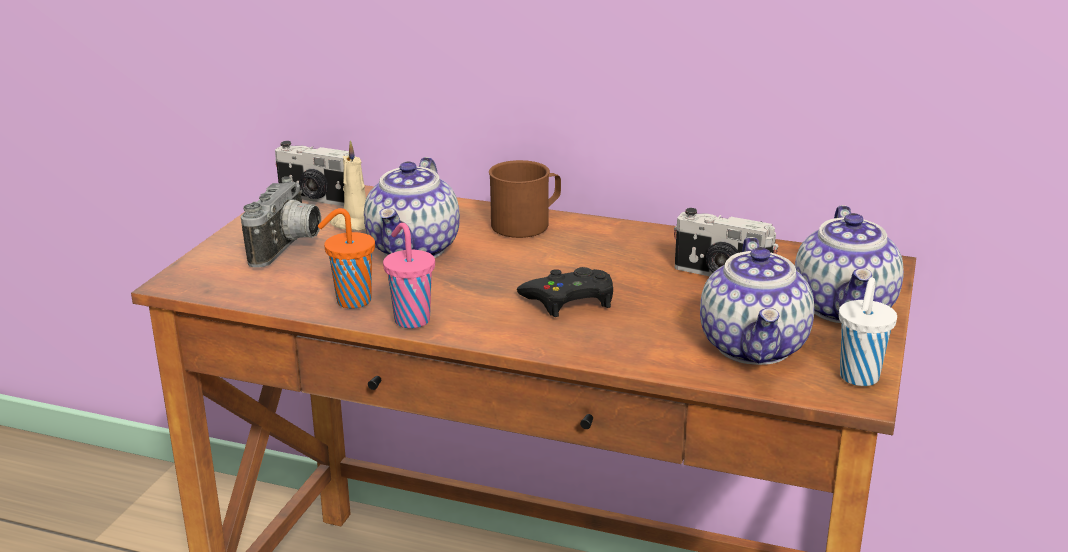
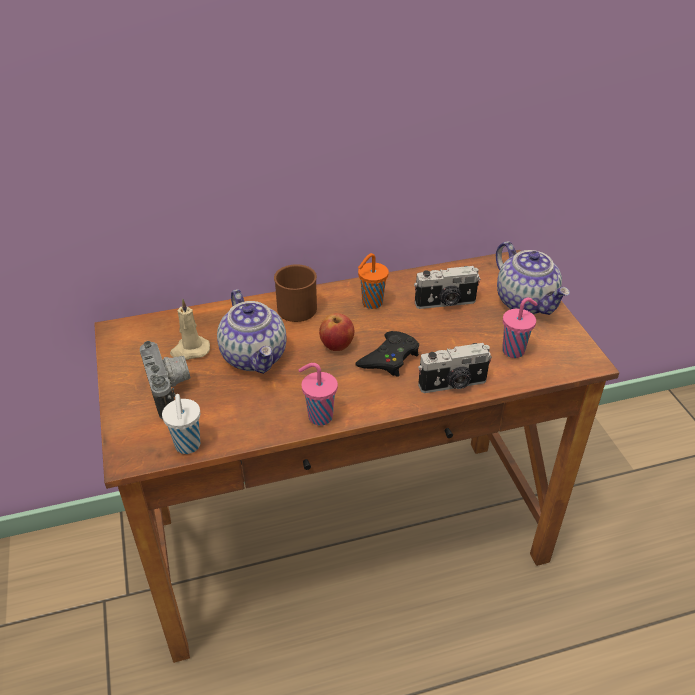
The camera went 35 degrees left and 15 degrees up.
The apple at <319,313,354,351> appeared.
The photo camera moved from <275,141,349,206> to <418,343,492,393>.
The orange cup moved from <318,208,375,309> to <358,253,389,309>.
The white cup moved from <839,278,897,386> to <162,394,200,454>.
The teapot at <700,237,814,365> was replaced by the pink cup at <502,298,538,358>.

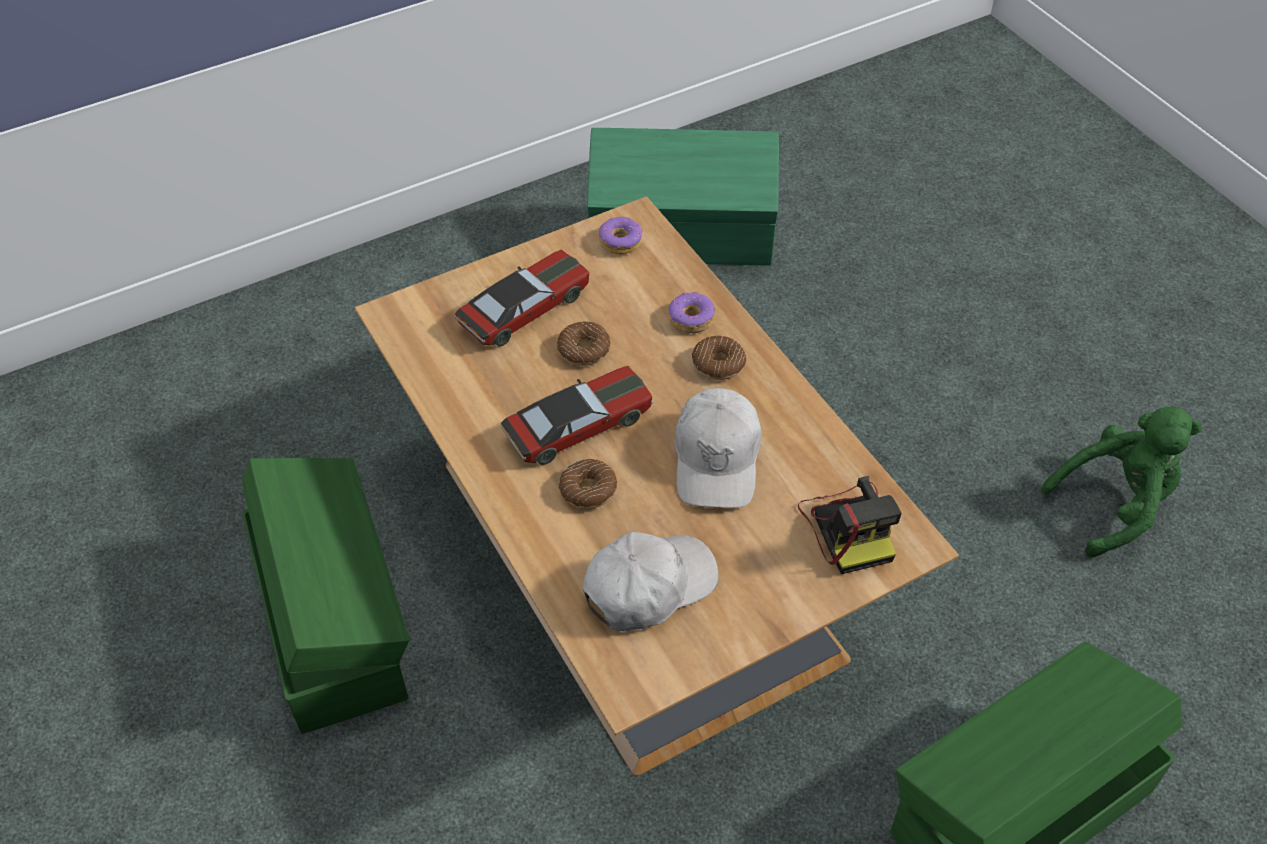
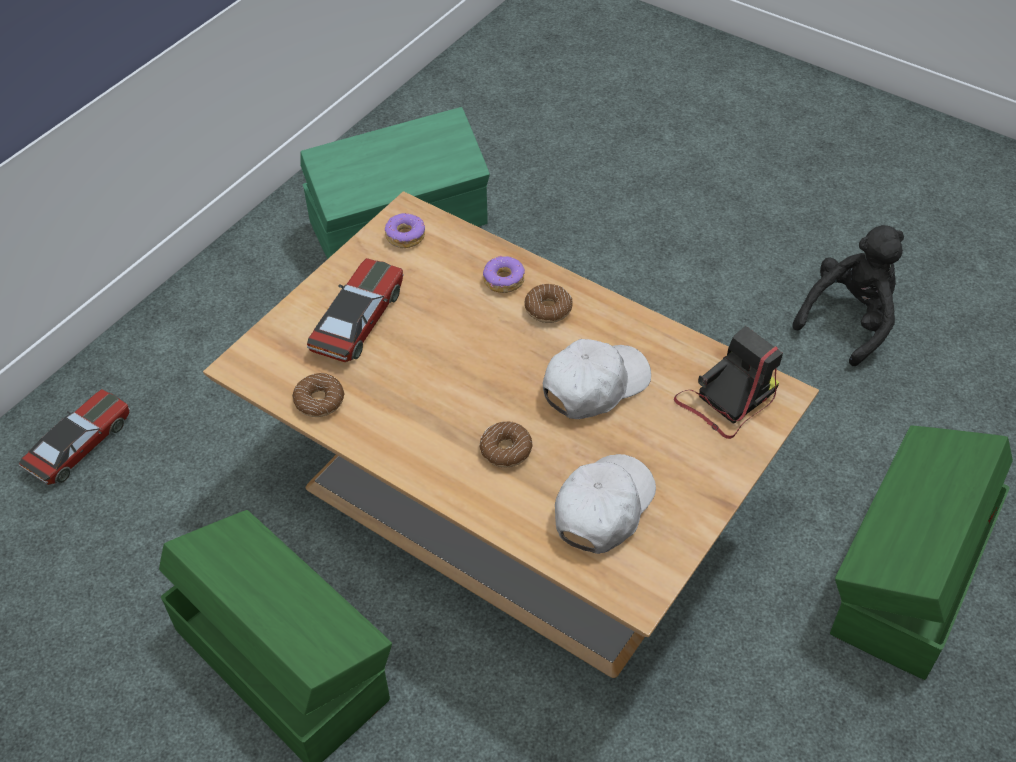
The camera went 25 degrees left and 0 degrees up.
The toy car moved from <501,366,653,465> to <19,389,130,485>.
The donut moved from <557,321,610,366> to <292,373,345,417>.
The green plush toy at <1041,407,1202,557> became the black plush toy at <793,225,904,366>.
The white cap at <674,388,762,508> turned 105 degrees counterclockwise.
The photo camera at <798,476,902,574> turned 90 degrees counterclockwise.

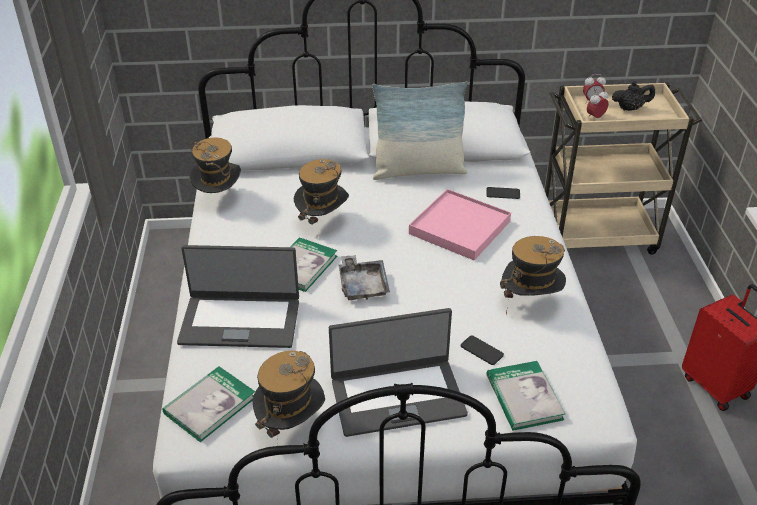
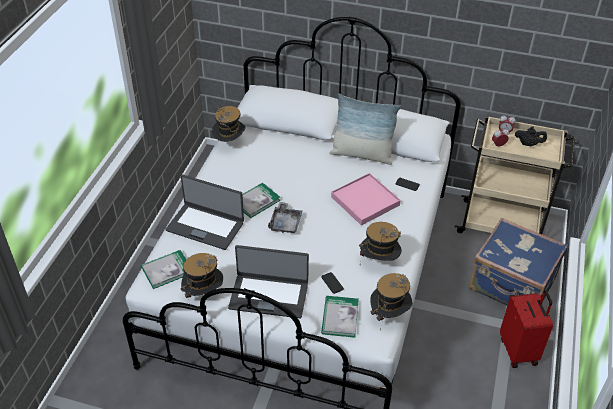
The camera went 20 degrees right and 5 degrees up.
The blue suitcase at <469,217,568,305> appeared.
The hat moved from <294,159,349,225> to <370,273,413,331>.

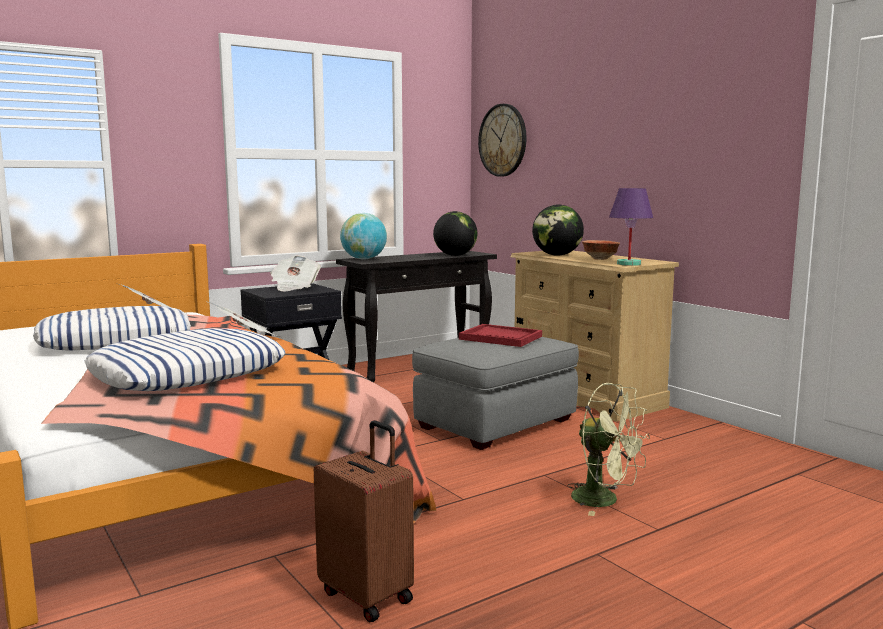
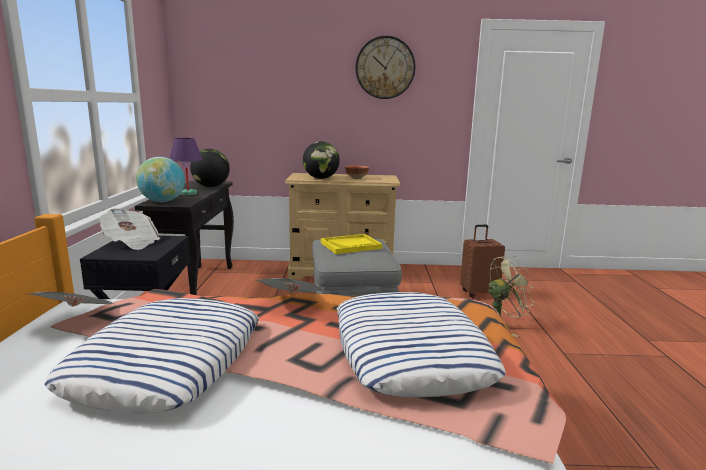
The camera went 55 degrees left and 5 degrees up.
The brown suitcase moved from <314,420,414,622> to <460,225,505,298>.
The wall clock moved from <478,104,526,177> to <356,36,415,99>.
The purple table lamp moved from <609,188,653,266> to <169,138,202,195>.
The red tray at <459,324,542,347> became the yellow tray at <321,234,382,254>.

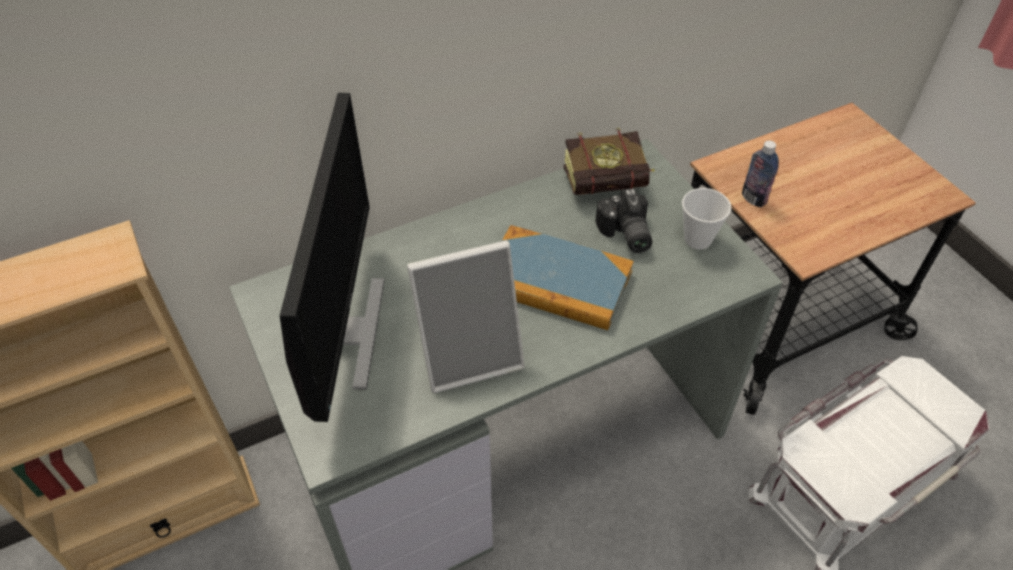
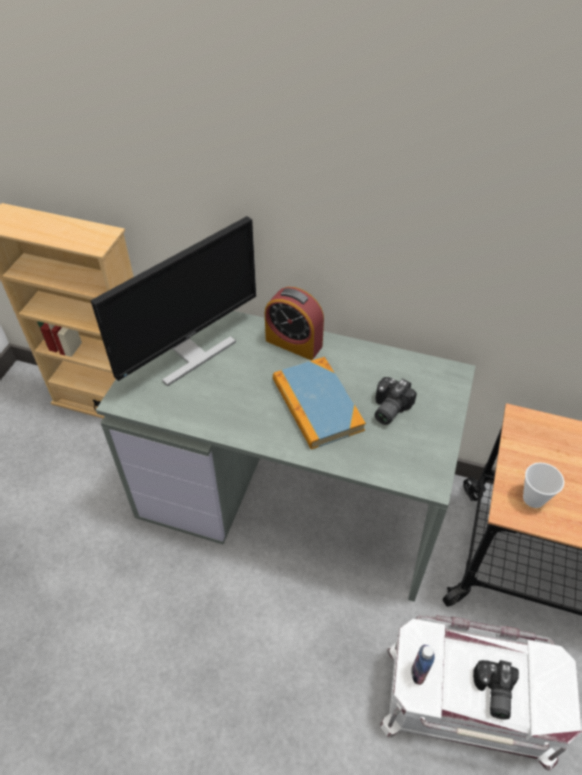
The camera went 45 degrees right and 0 degrees up.
The picture frame at <407,240,525,393> disappeared.
The book at <564,128,655,195> disappeared.
The alarm clock at <265,287,324,360> appeared.
The photo camera at <473,660,519,719> appeared.
The cup moved from <682,188,731,250> to <523,462,564,508>.
The bottle moved from <742,141,779,207> to <411,645,435,685>.

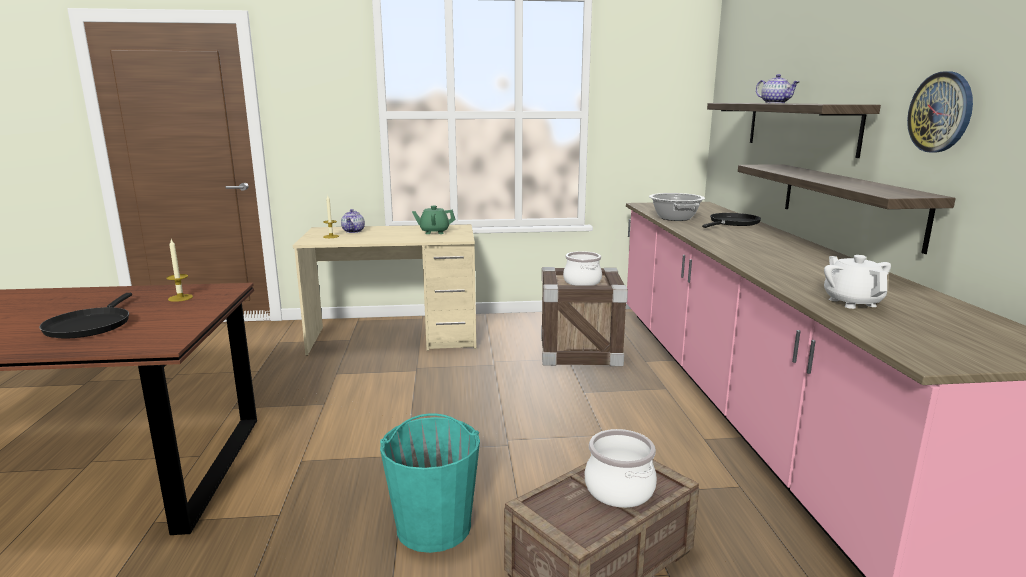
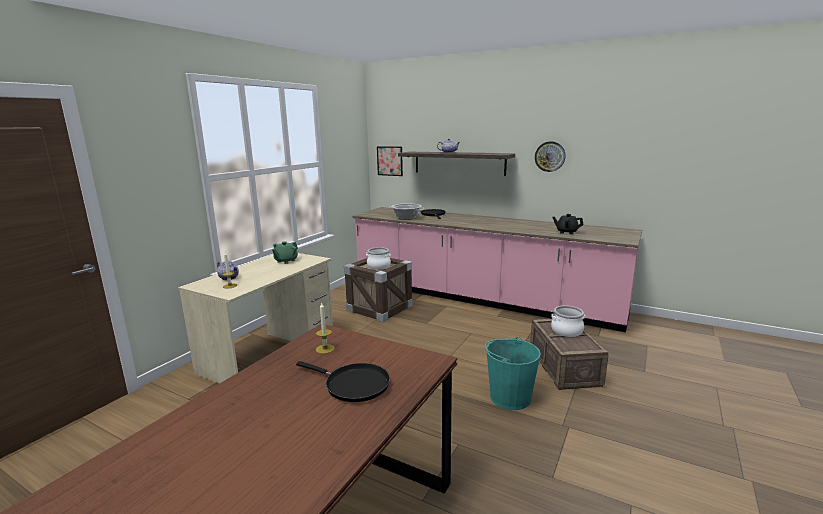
The camera went 55 degrees left and 0 degrees up.
The shelf at <738,164,956,254> disappeared.
The picture at <377,146,403,176> appeared.
The white teapot at <824,255,891,309> became the black teapot at <552,214,584,234>.

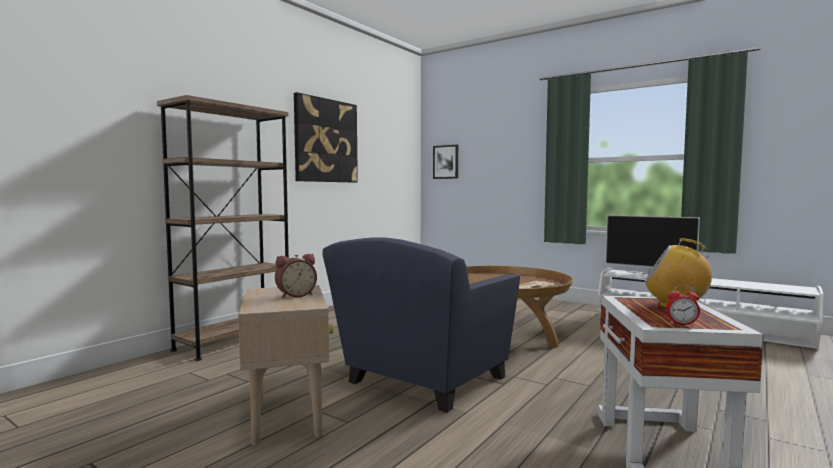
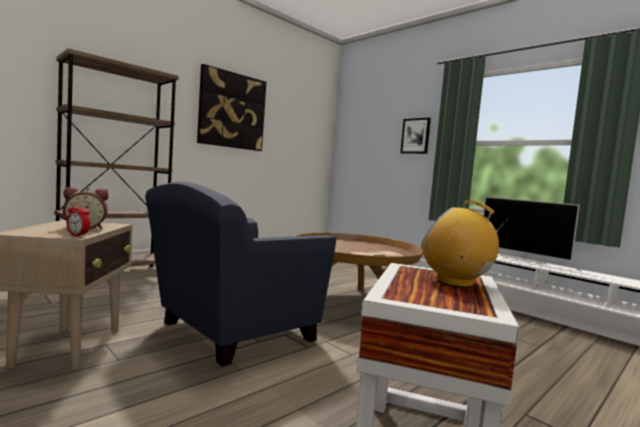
The camera went 10 degrees right and 0 degrees up.
The picture moved from <433,145,458,179> to <400,117,431,154>.
The alarm clock moved from <666,285,700,326> to <66,202,90,237>.

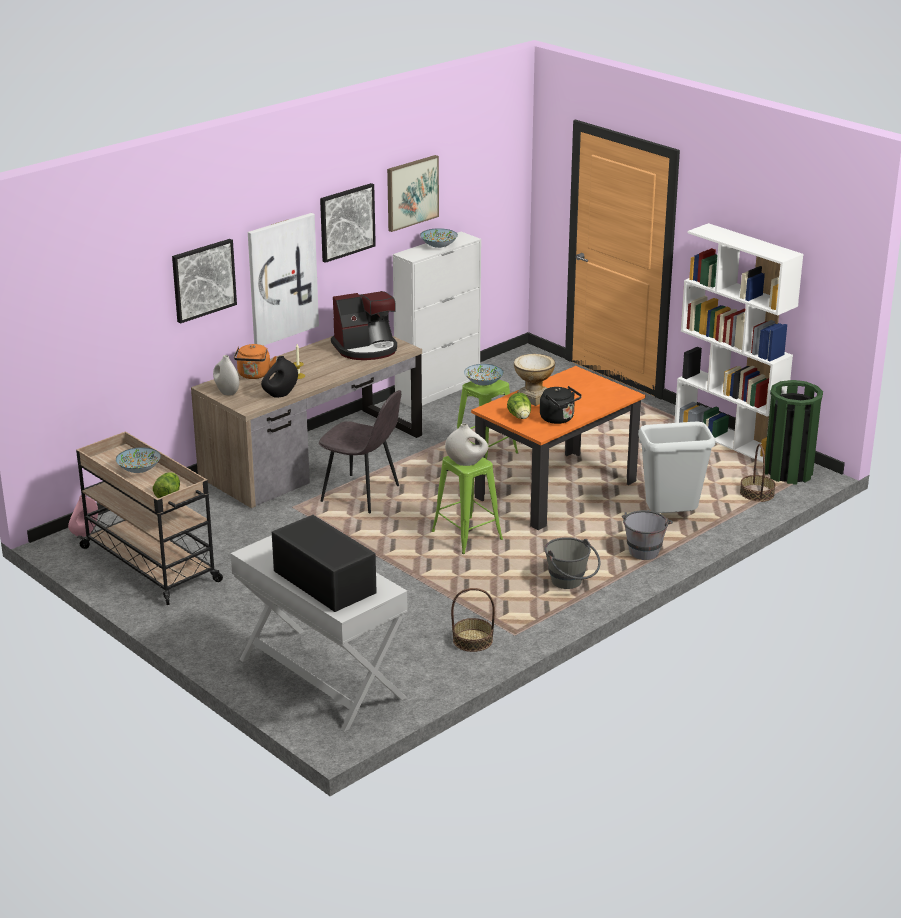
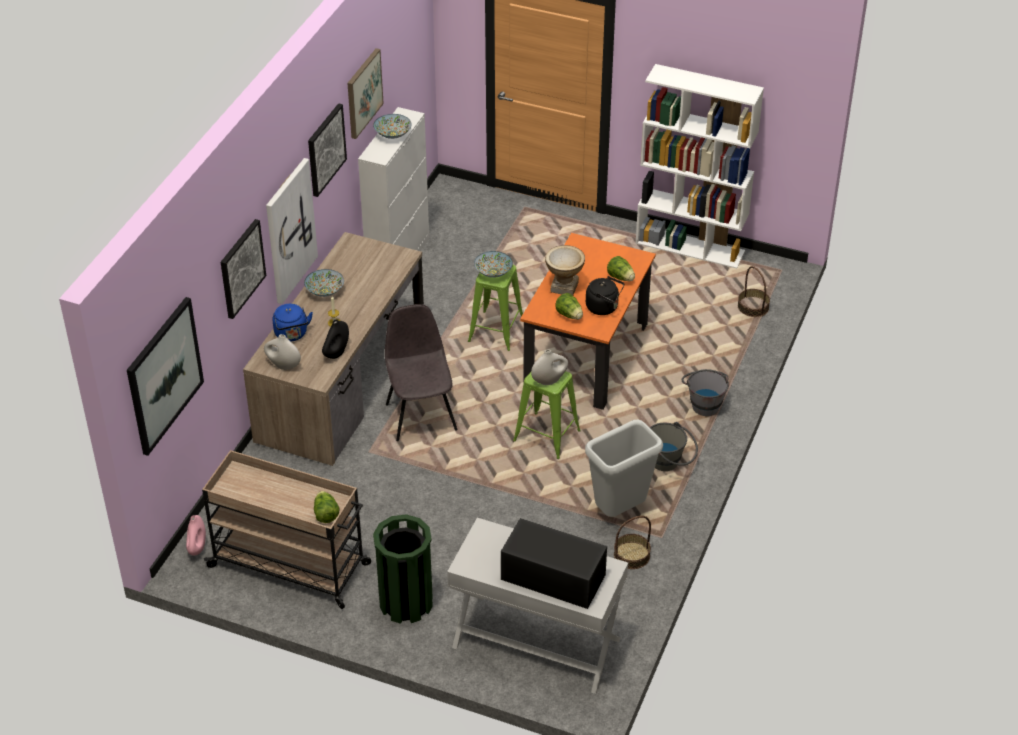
The camera went 25 degrees left and 15 degrees up.
The coffee machine at <331,291,397,360> disappeared.
The picture at <127,297,204,456> appeared.
The lettuce at <607,256,635,281> appeared.
The bowl moved from <116,447,161,473> to <304,269,344,297>.
The grey trash can moved from <638,422,715,513> to <585,420,663,517>.
The green trash can moved from <765,380,823,484> to <373,514,433,624>.
The orange kettle at <234,344,277,379> became the blue kettle at <273,304,313,341>.
The grey chair at <319,390,401,513> turned 105 degrees counterclockwise.

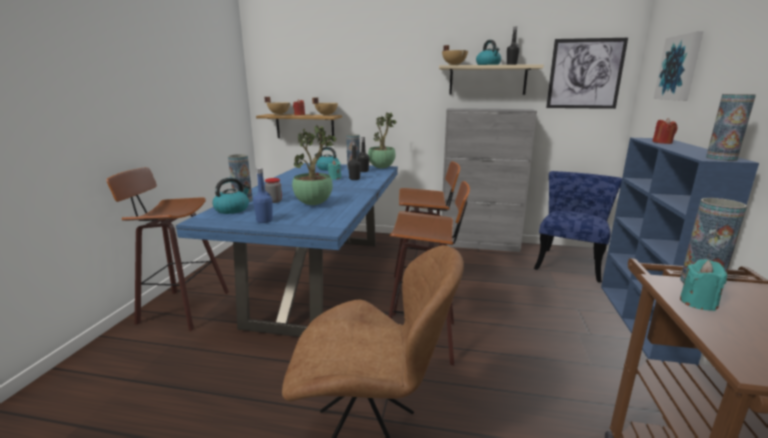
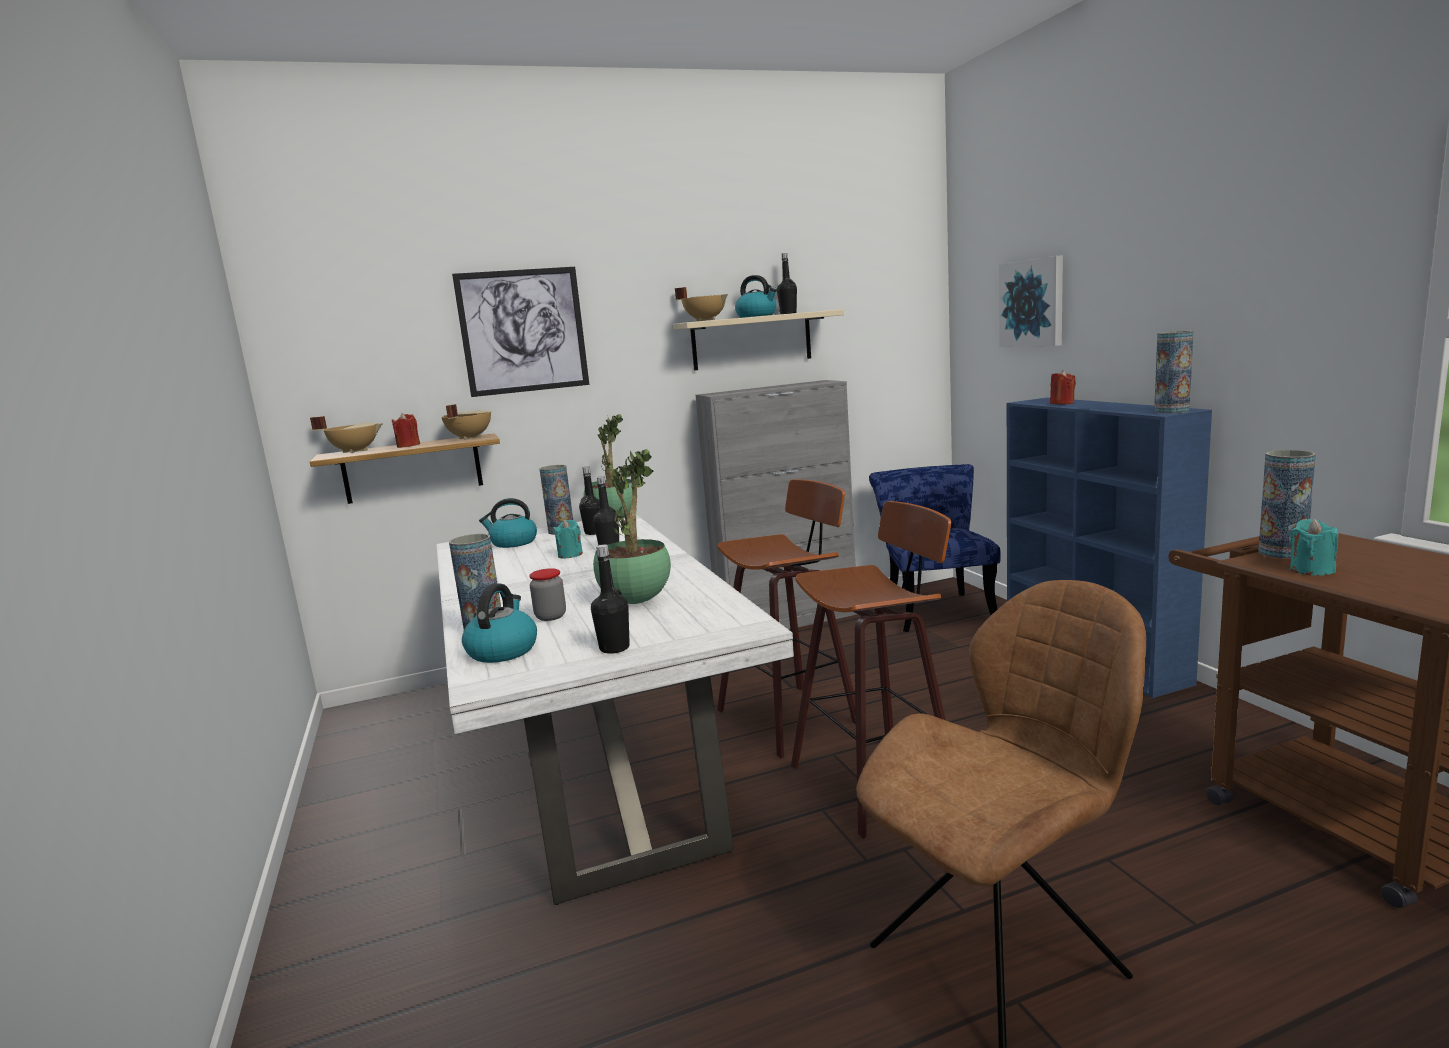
The camera went 30 degrees left and 5 degrees down.
The stool at <106,167,229,331> disappeared.
The picture moved from <546,38,628,109> to <452,267,589,397>.
The blue dining table at <176,163,398,337> became the white dining table at <436,514,794,905>.
The blue bottle at <253,168,272,223> became the black bottle at <591,544,630,654>.

